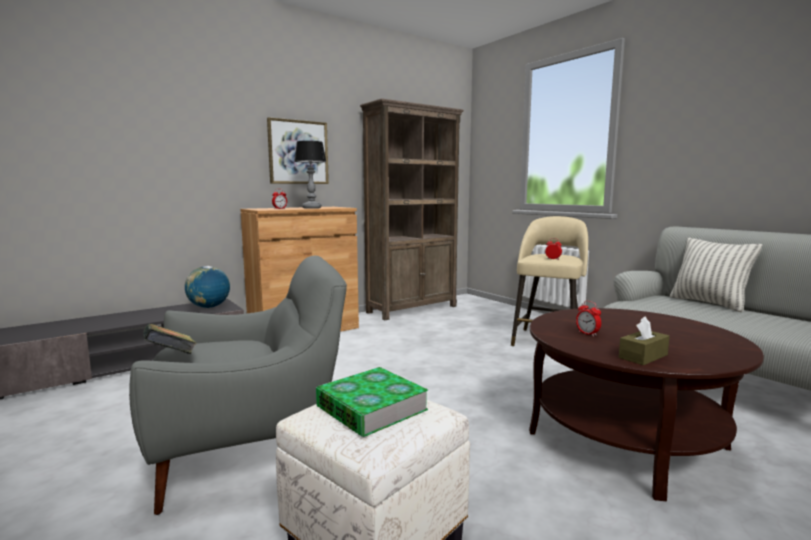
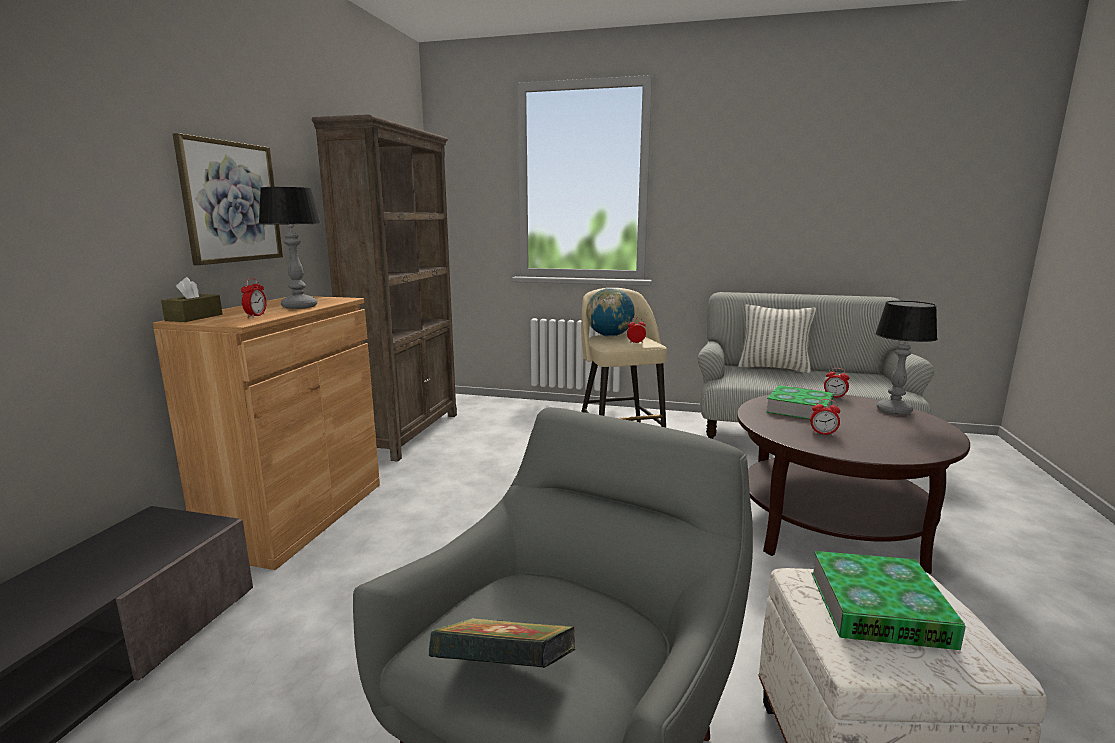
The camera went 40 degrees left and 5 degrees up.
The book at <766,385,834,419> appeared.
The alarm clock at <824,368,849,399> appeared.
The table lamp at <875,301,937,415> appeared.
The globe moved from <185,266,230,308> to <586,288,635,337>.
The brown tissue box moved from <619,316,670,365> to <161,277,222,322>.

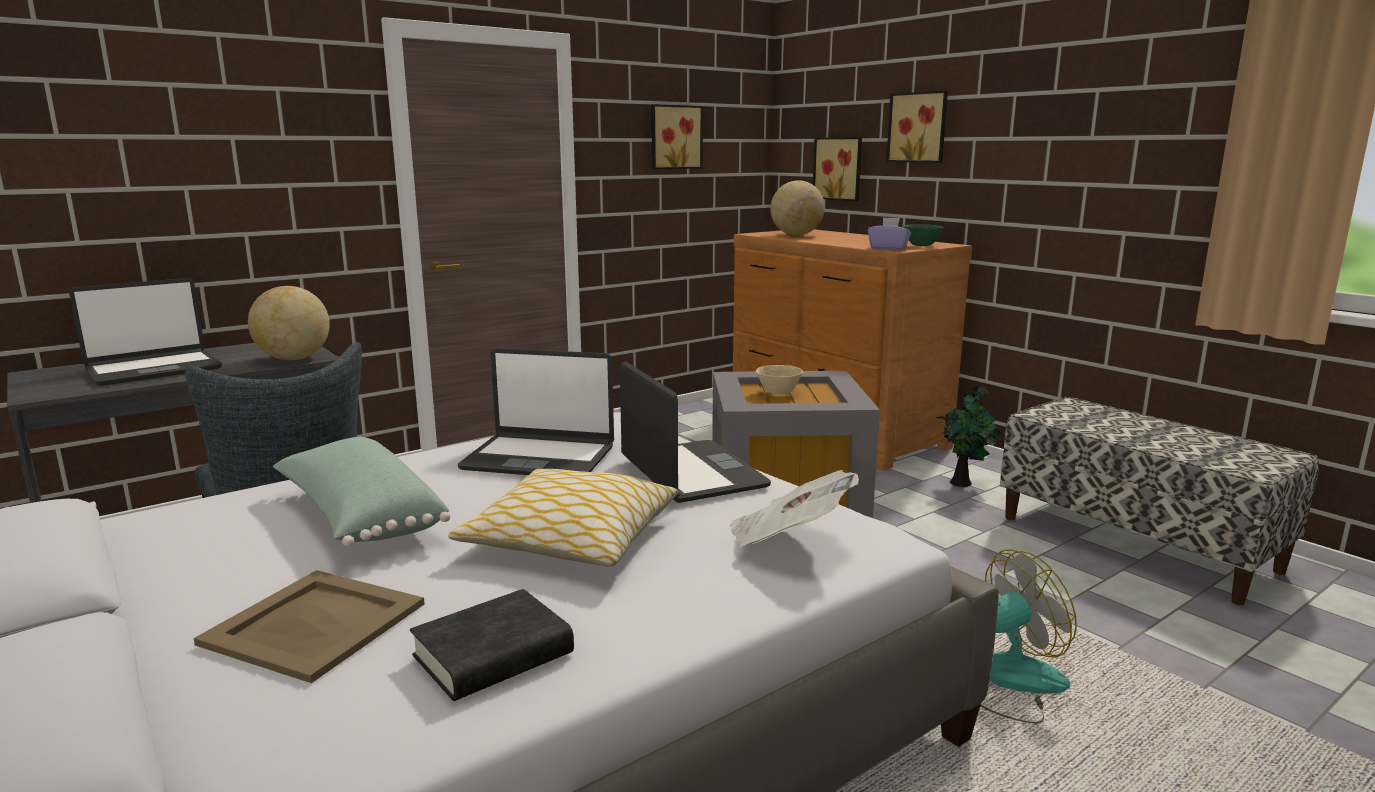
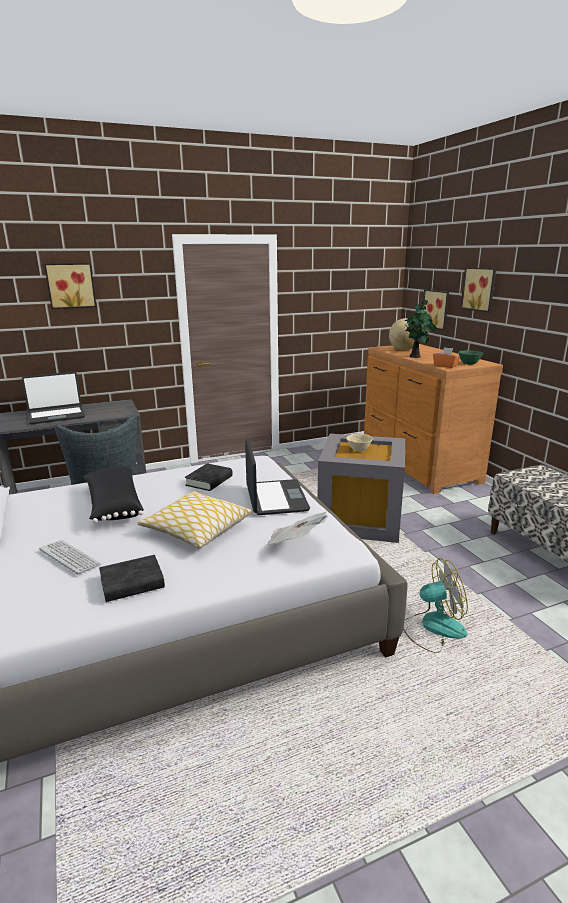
The camera went 15 degrees right and 5 degrees up.
The globe at <248,286,330,360> disappeared.
The picture moved from <652,104,703,169> to <44,263,96,309>.
The potted plant moved from <936,386,1001,487> to <405,300,436,358>.
The beige tray at <194,570,425,683> was replaced by the keyboard at <39,540,101,575>.
The laptop at <458,348,614,475> was replaced by the black book at <185,463,233,491>.
The green pillow at <273,437,450,547> became the black pillow at <84,466,144,523>.
The purple tissue box at <868,217,911,250> became the orange tissue box at <433,347,460,368>.

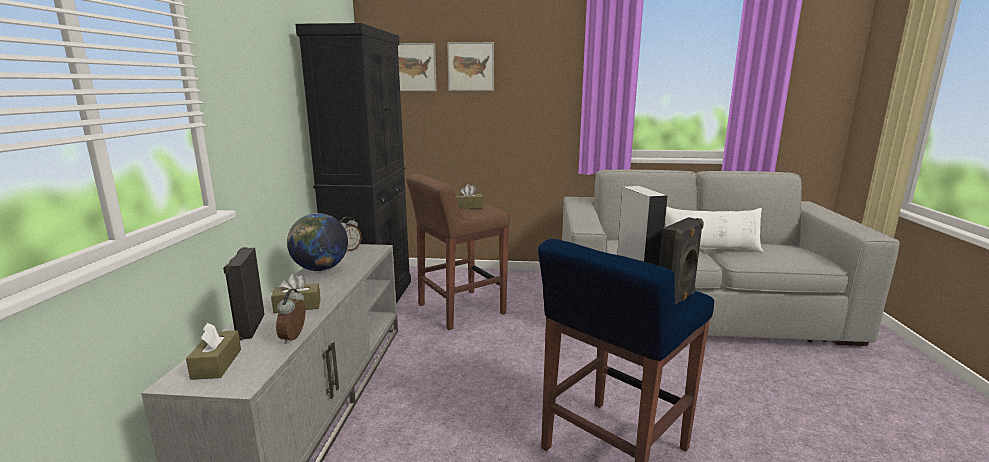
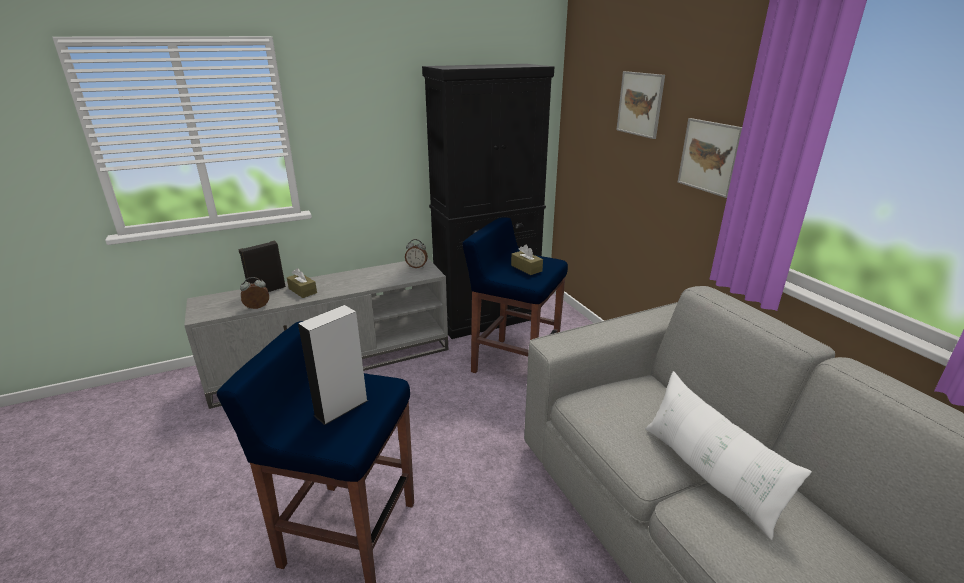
The camera went 60 degrees right and 10 degrees up.
The brown tissue box at <186,323,241,380> disappeared.
The globe at <287,213,348,271> disappeared.
The black speaker at <659,217,704,305> disappeared.
The picture moved from <398,43,437,91> to <678,118,742,198>.
The brown stool at <406,173,510,330> became the blue stool at <463,217,568,373>.

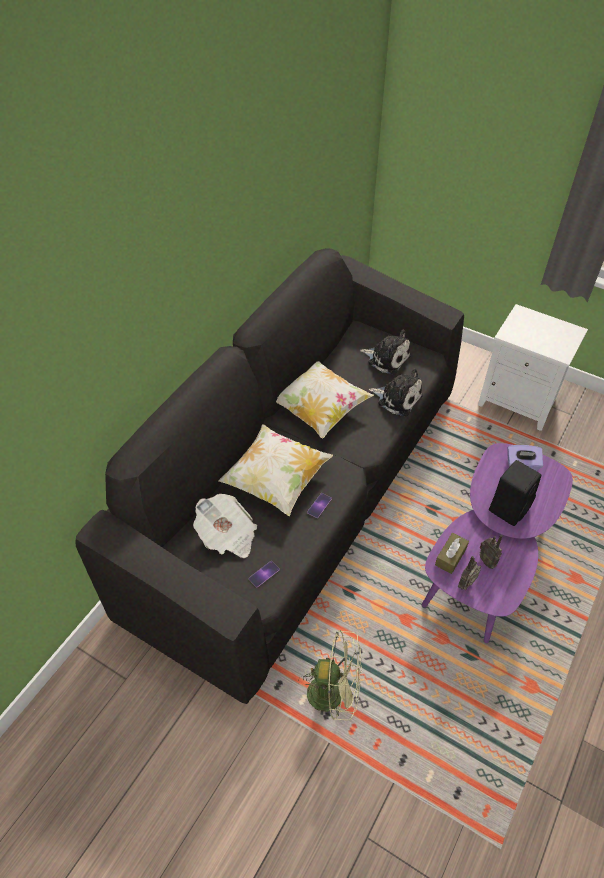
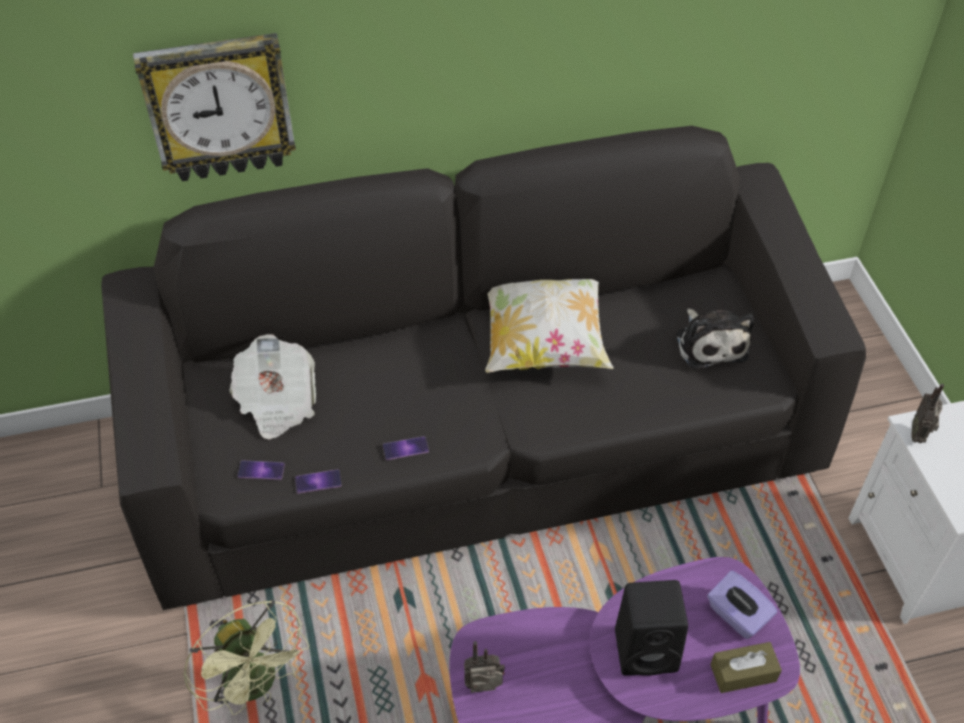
The camera went 45 degrees right and 0 degrees up.
The pillow at <218,424,333,516> disappeared.
The plush toy at <369,368,423,416> disappeared.
The wall clock at <133,33,296,181> appeared.
The phone at <295,469,342,493> appeared.
The brown tissue box moved from <435,533,469,574> to <710,642,782,693>.
The radio moved from <479,535,503,569> to <912,384,944,443>.

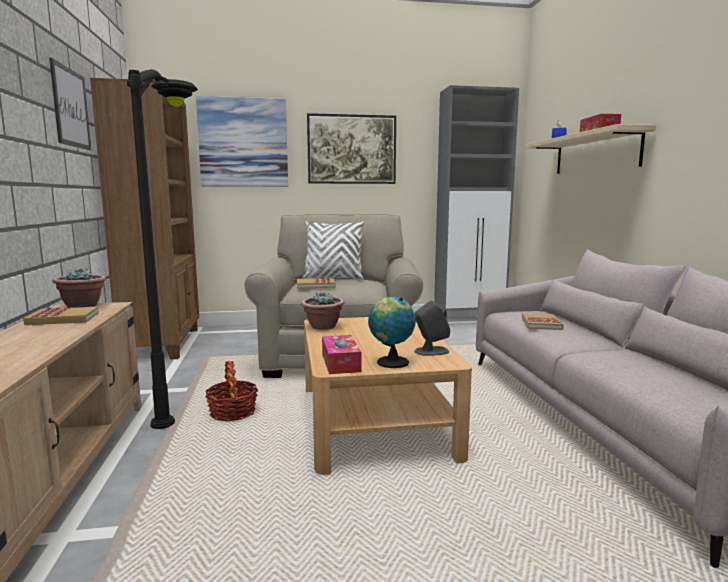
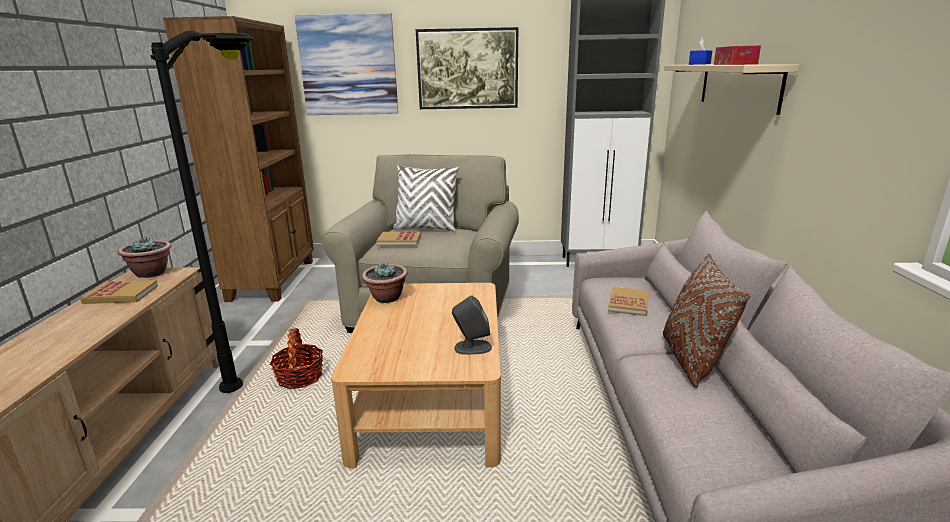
The camera went 10 degrees right and 10 degrees up.
The picture at <49,58,91,150> disappeared.
The tissue box at <322,335,361,374> disappeared.
The globe at <368,297,416,368> disappeared.
The brown pillow at <663,253,750,388> appeared.

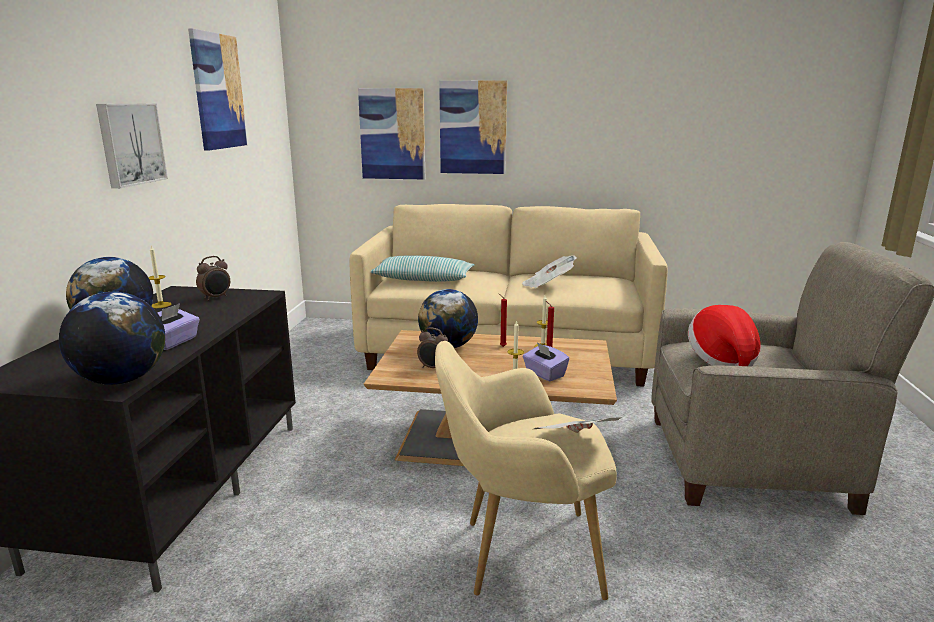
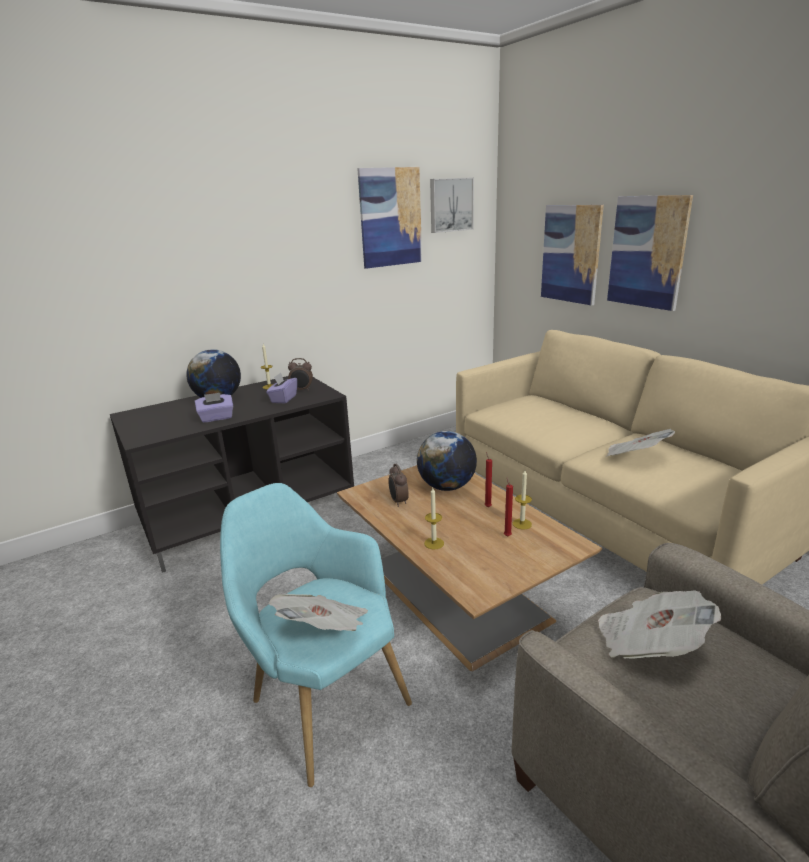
The camera went 50 degrees right and 5 degrees up.
The globe at <59,292,165,385> disappeared.
The pillow at <371,256,475,282> disappeared.
The picture moved from <96,104,168,188> to <430,177,474,233>.
The purple tissue box moved from <523,342,569,381> to <266,373,297,404>.
The hat at <688,305,761,367> was replaced by the newspaper at <598,590,721,659>.
The beige armchair at <435,341,617,600> became the turquoise armchair at <220,483,412,787>.

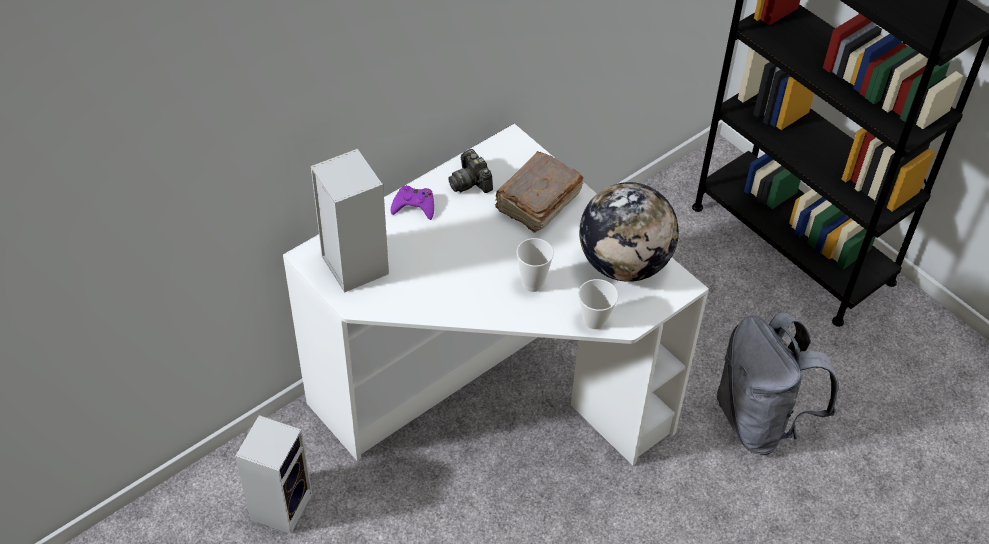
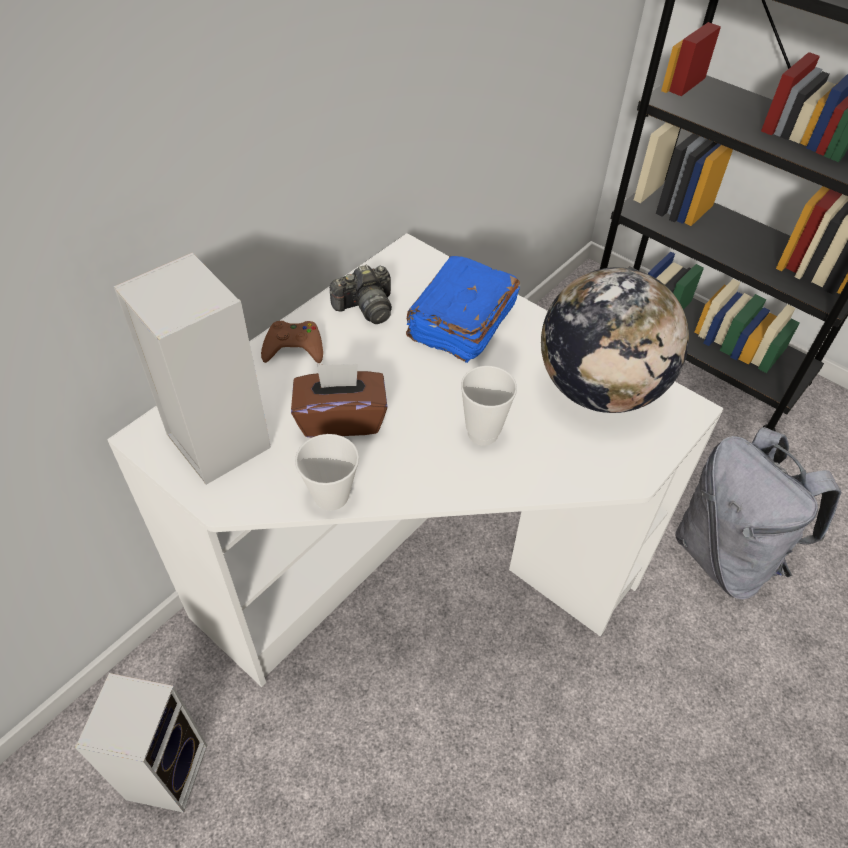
The camera went 10 degrees left and 0 degrees up.
The brown tissue box at <291,364,388,438> appeared.
The cup moved from <578,279,619,329> to <295,434,359,511>.
The purple game controller at <391,186,434,220> became the brown game controller at <261,321,323,363>.
The brown book at <495,151,584,233> became the blue book at <405,255,520,363>.
The photo camera at <448,149,493,193> turned 75 degrees counterclockwise.

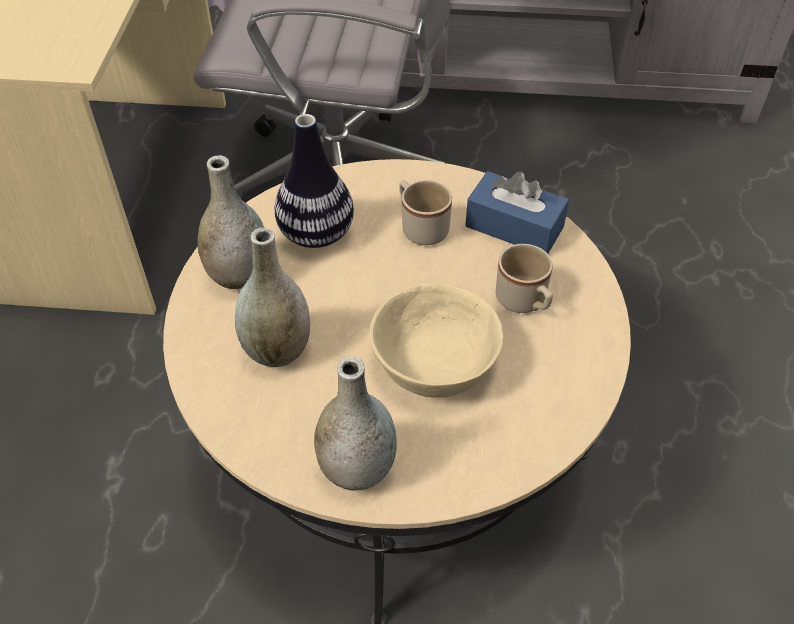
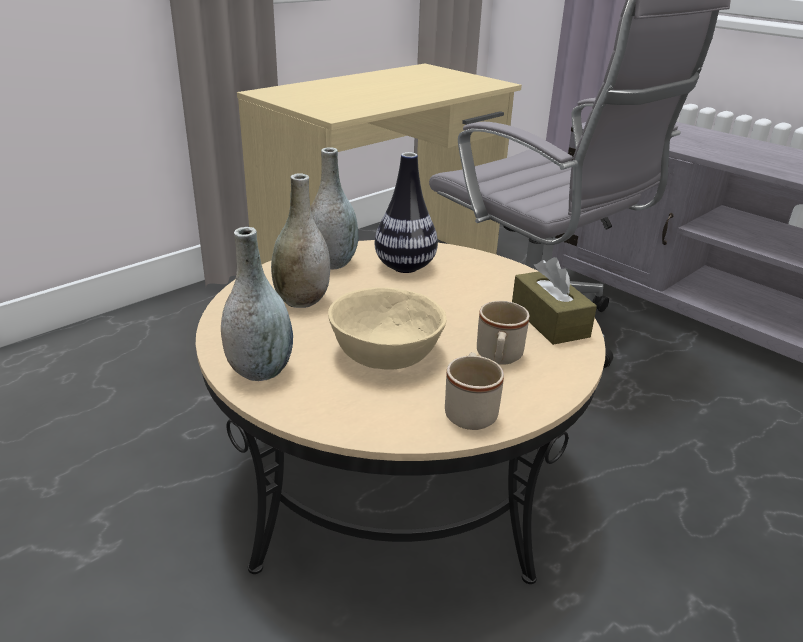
The camera went 40 degrees right and 20 degrees down.
The beige mug moved from <399,180,452,245> to <445,352,504,430>.
The blue tissue box at <465,171,569,253> became the brown tissue box at <512,257,597,345>.

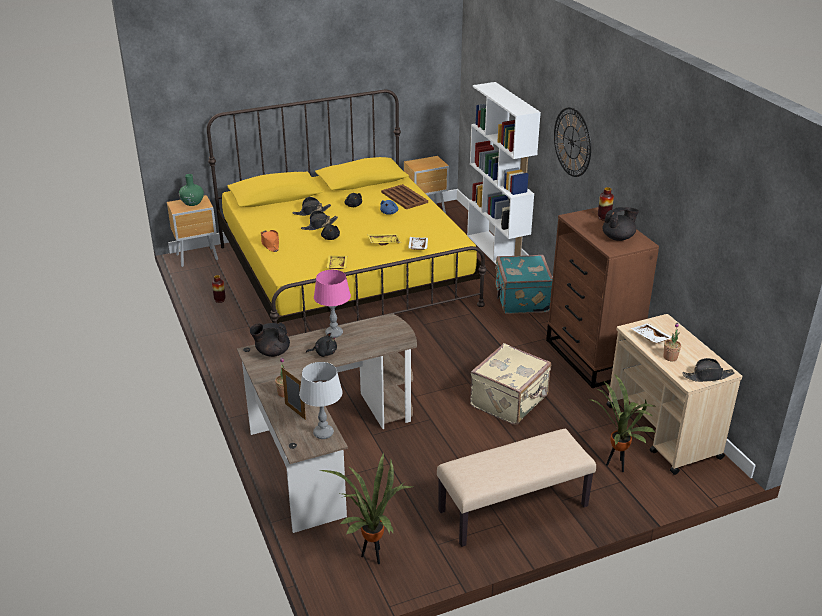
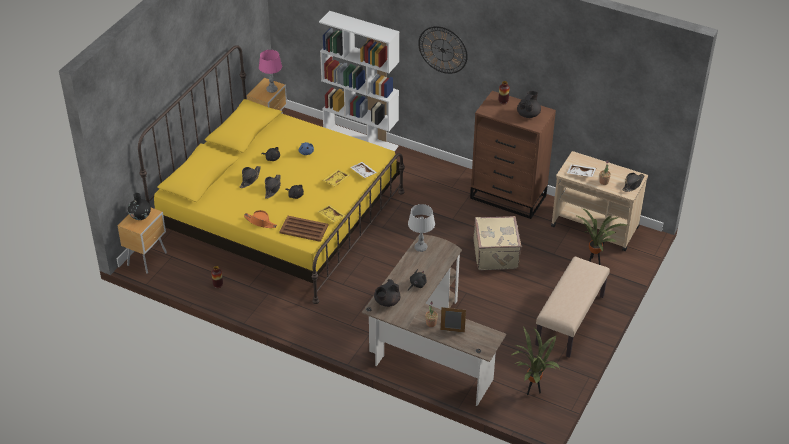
The camera went 40 degrees left and 10 degrees up.
The turquoise suitcase at <495,255,553,314> disappeared.
The grey table lamp moved from <299,362,343,439> to <408,204,435,252>.
The pink table lamp moved from <314,270,351,338> to <259,50,282,93>.
The brown tray moved from <381,184,428,209> to <279,216,329,242>.
The green vase at <179,174,204,206> became the black vase at <128,193,151,220>.

